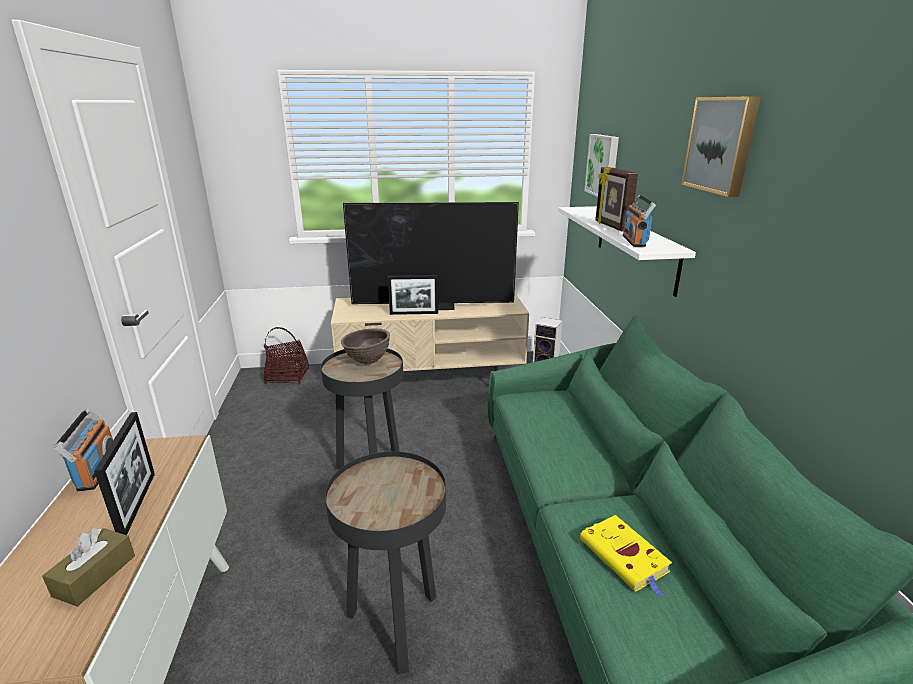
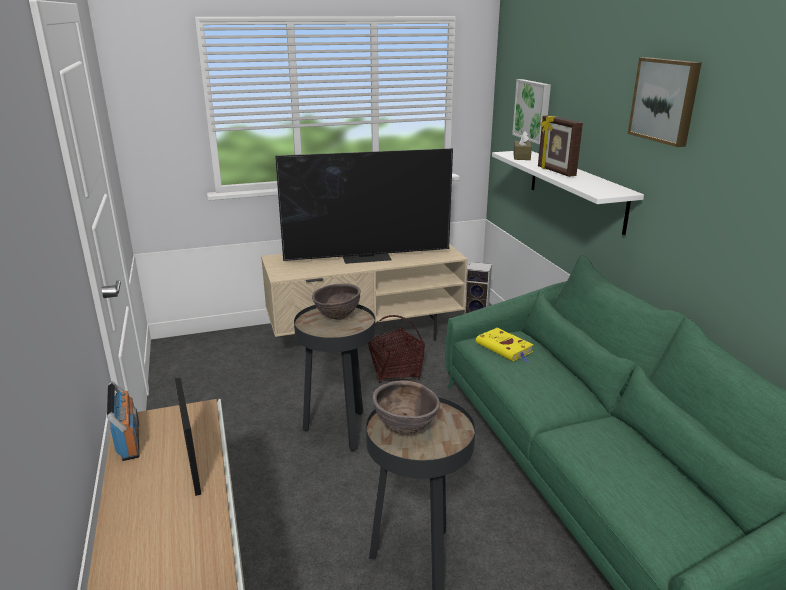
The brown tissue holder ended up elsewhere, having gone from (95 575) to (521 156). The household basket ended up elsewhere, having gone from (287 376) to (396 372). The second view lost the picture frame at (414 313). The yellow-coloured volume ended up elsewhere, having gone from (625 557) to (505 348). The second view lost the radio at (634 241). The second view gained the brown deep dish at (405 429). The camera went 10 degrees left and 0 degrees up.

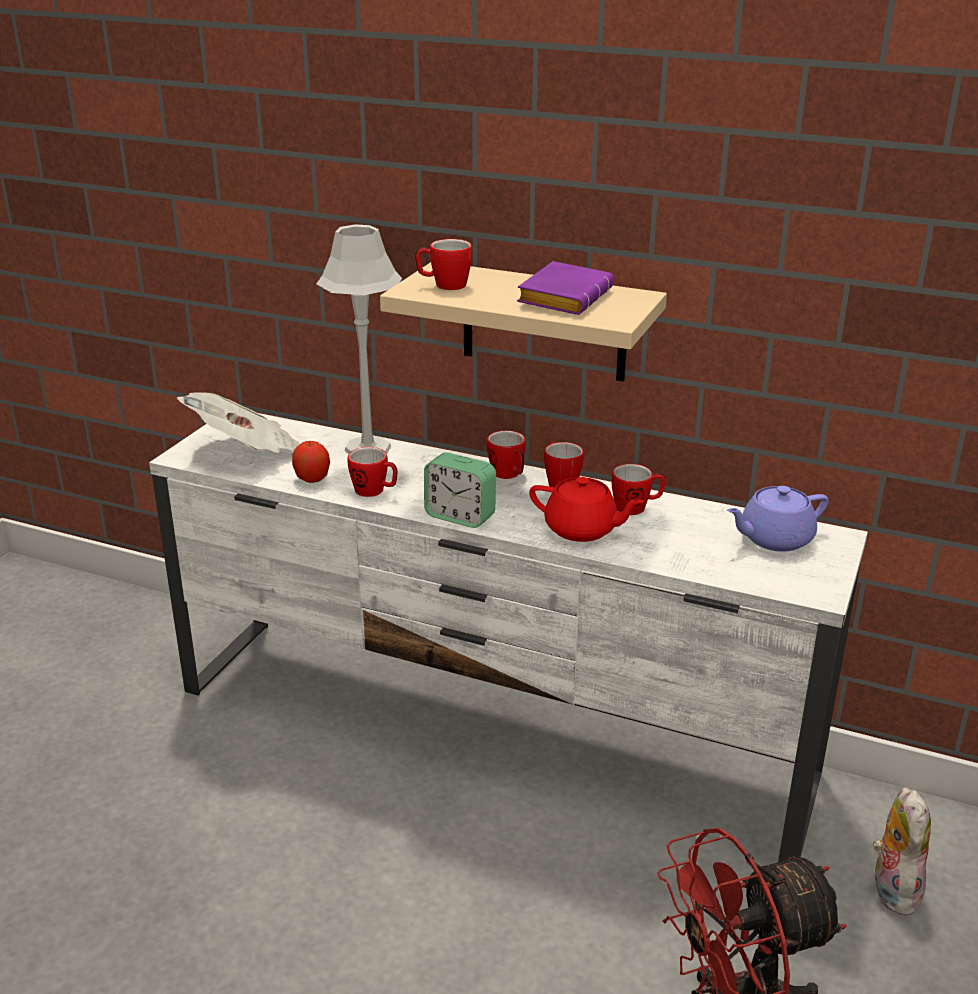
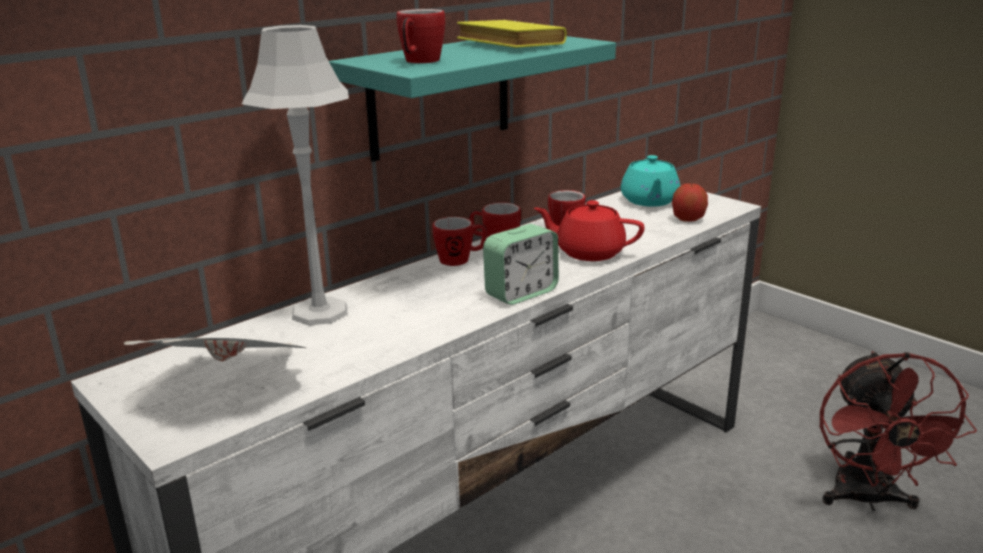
The whole apple ended up elsewhere, having gone from (312 479) to (688 219). The second view lost the mug at (375 491). What was the sand-coloured bracket shelf at (544 322) turned into the turquoise-coloured bracket shelf at (440 95). What was the purplish volume at (563 297) turned into the yellow-coloured volume at (506 44). The red tea pot at (582 530) ended up facing another way, 120 degrees counterclockwise from before. What was the purplish tea pot at (774 539) turned into the turquoise-coloured tea pot at (649 201). The second view lost the soft toy at (891 888). The camera went 65 degrees left and 5 degrees down.

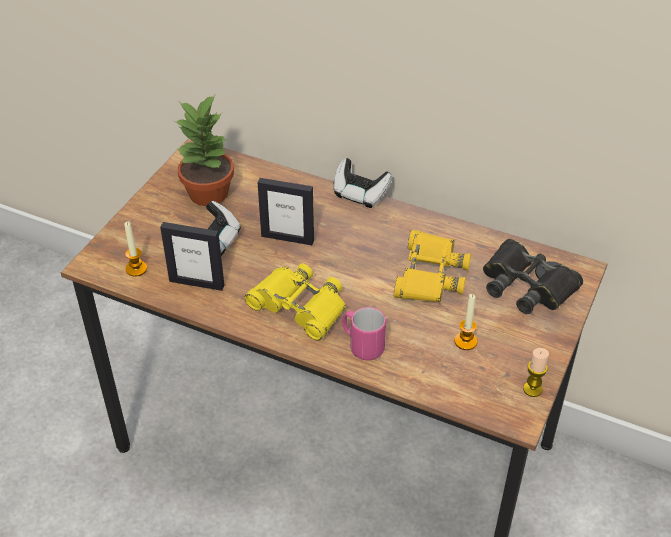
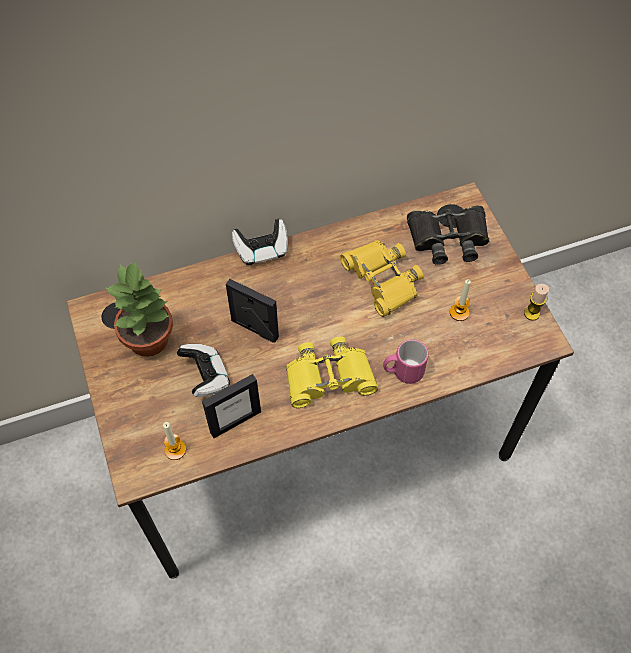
The picture frame at (287 238) ended up facing another way, 120 degrees counterclockwise from before. The camera went 45 degrees left and 15 degrees up.

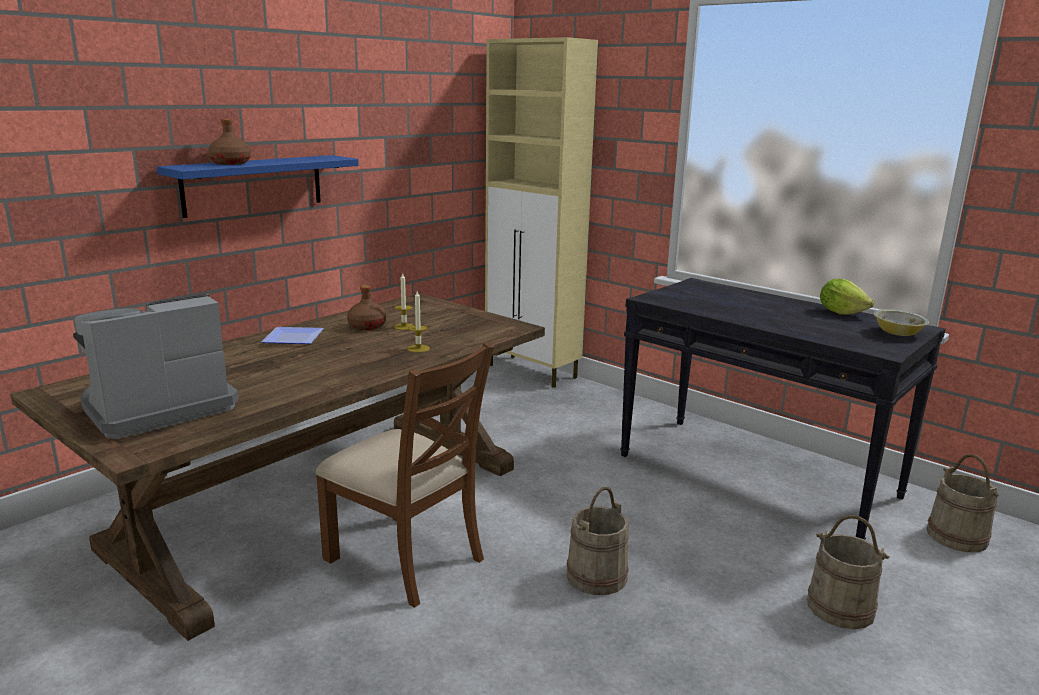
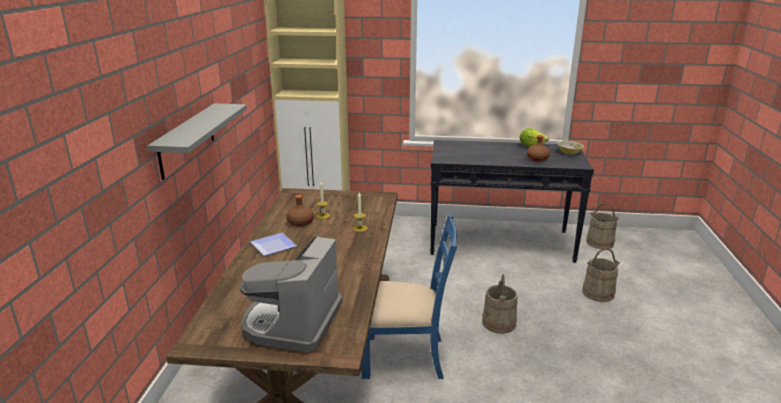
What was the blue-coloured bracket shelf at (253 185) turned into the gray bracket shelf at (187 140). The brown drink bottle ended up elsewhere, having gone from (231 163) to (538 158). What was the brown upright chair at (406 559) turned into the blue-coloured upright chair at (404 357). The camera went 35 degrees left and 5 degrees up.

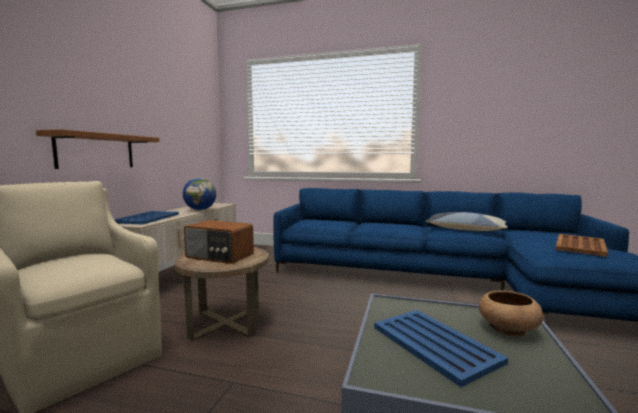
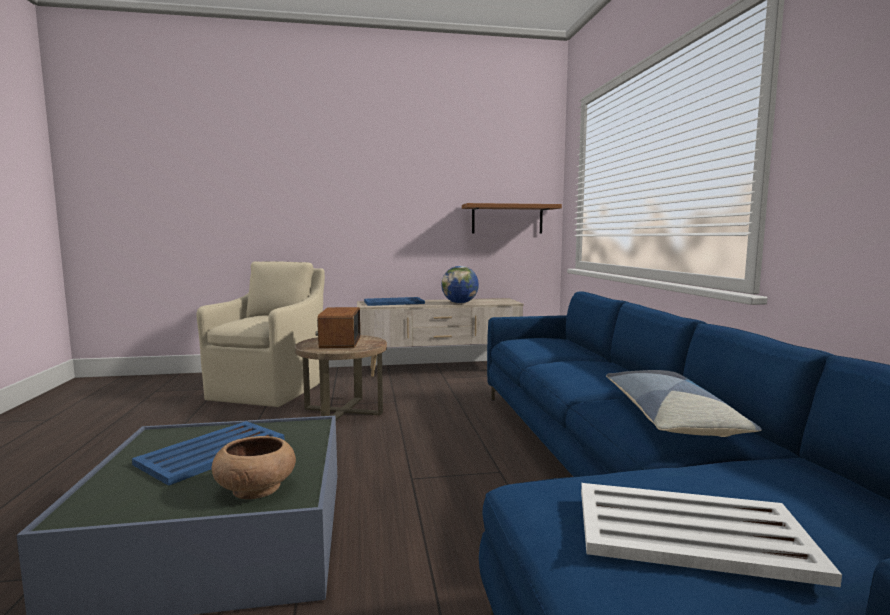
The brown bracket shelf ended up elsewhere, having gone from (96 151) to (507 219). What was the brown serving tray at (580 245) turned into the whitish serving tray at (687 531). The camera went 65 degrees right and 0 degrees up.

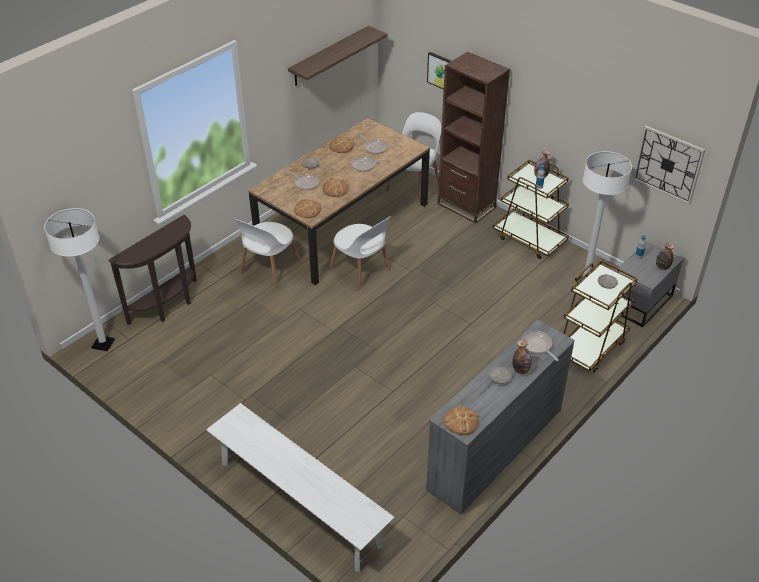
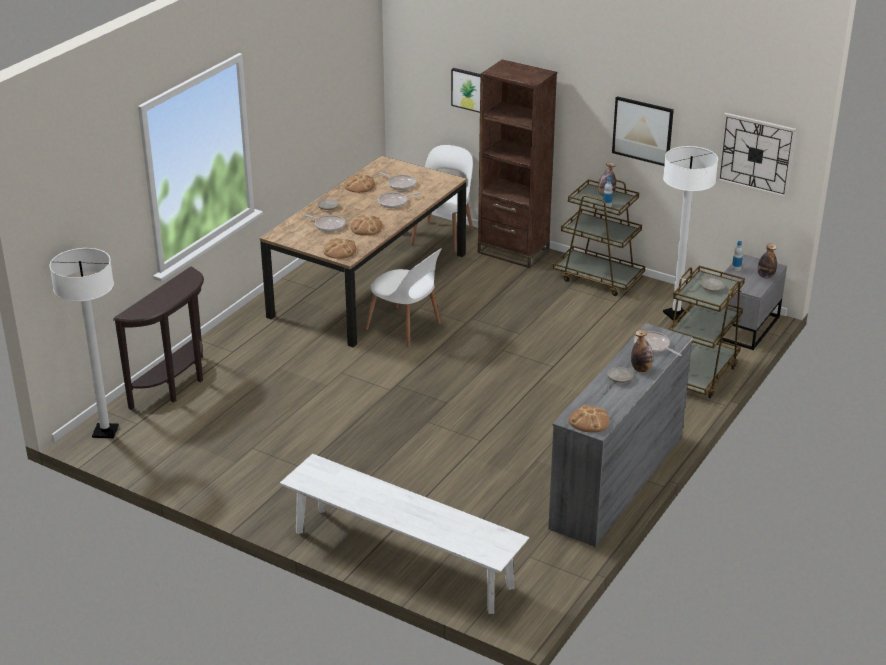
The second view lost the whitish upright chair at (269 269). The second view lost the bracket shelf at (329 56). The second view gained the wall art at (642 131). The camera went 10 degrees left and 10 degrees down.

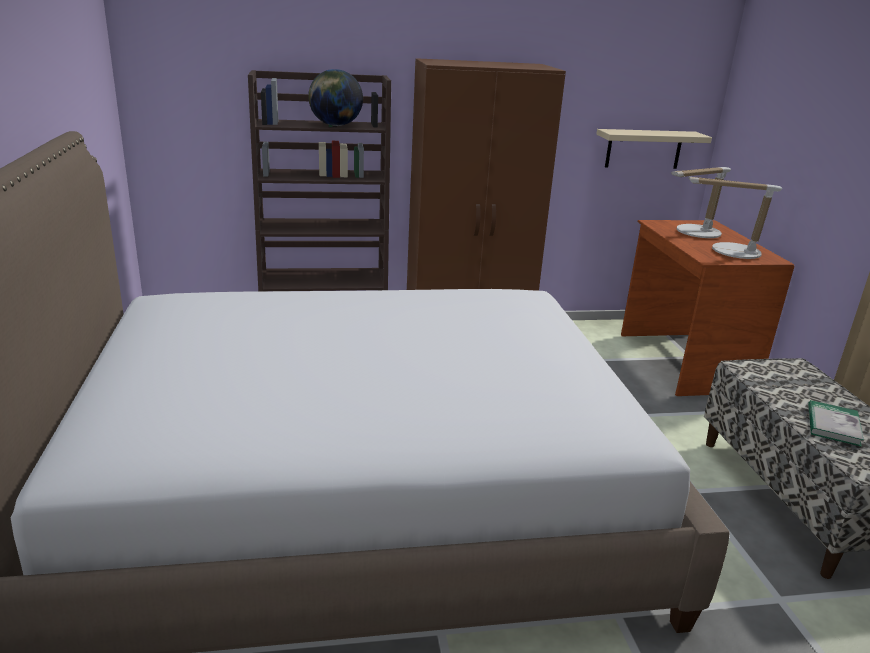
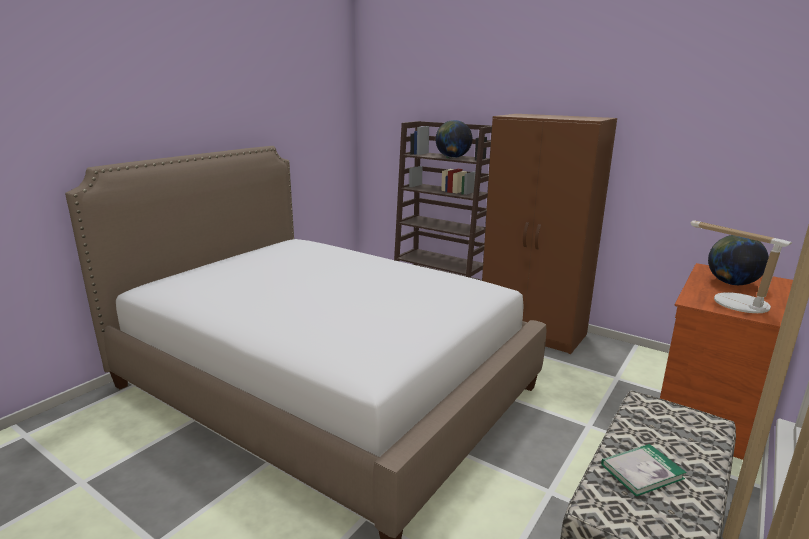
The second view lost the sand-coloured bracket shelf at (643 149). Where the tabletop lamp stood at (694 234), the globe came to stand at (731 283). The camera went 45 degrees right and 5 degrees down.

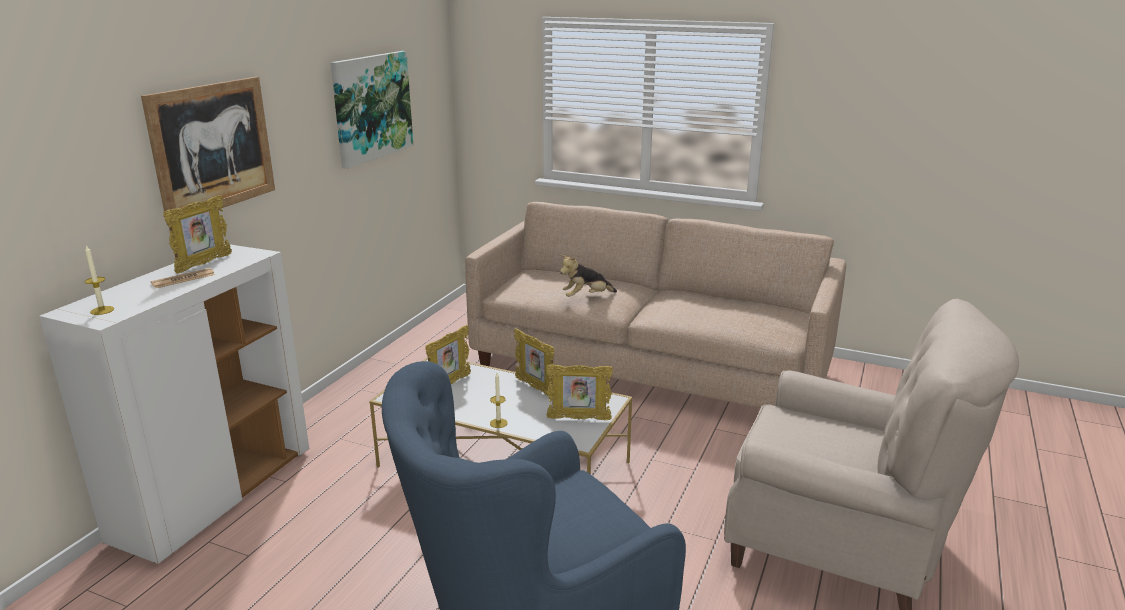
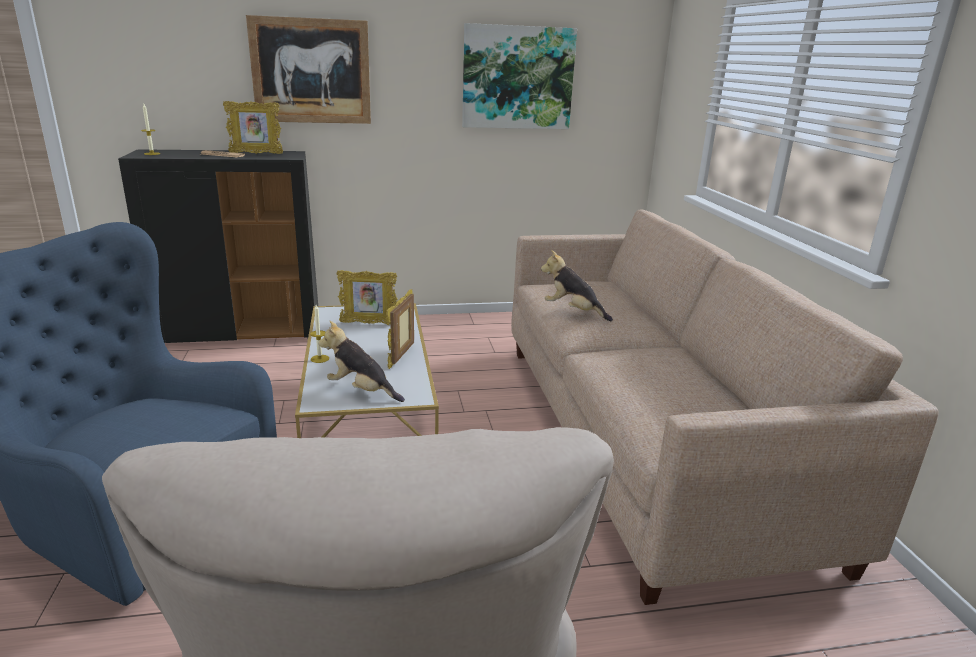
What was the whitish cabinet at (215 494) turned into the blackish cabinet at (241 332). Where the picture frame stood at (579 419), the soft toy came to stand at (361 391). The camera went 55 degrees right and 0 degrees up.

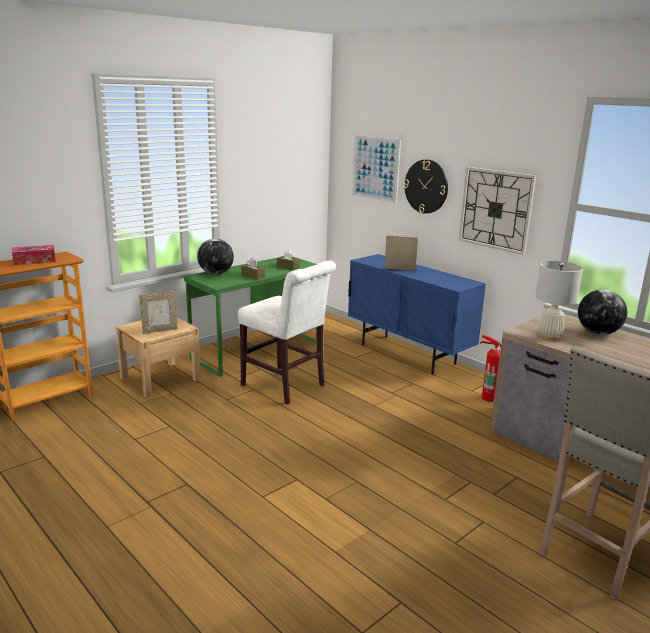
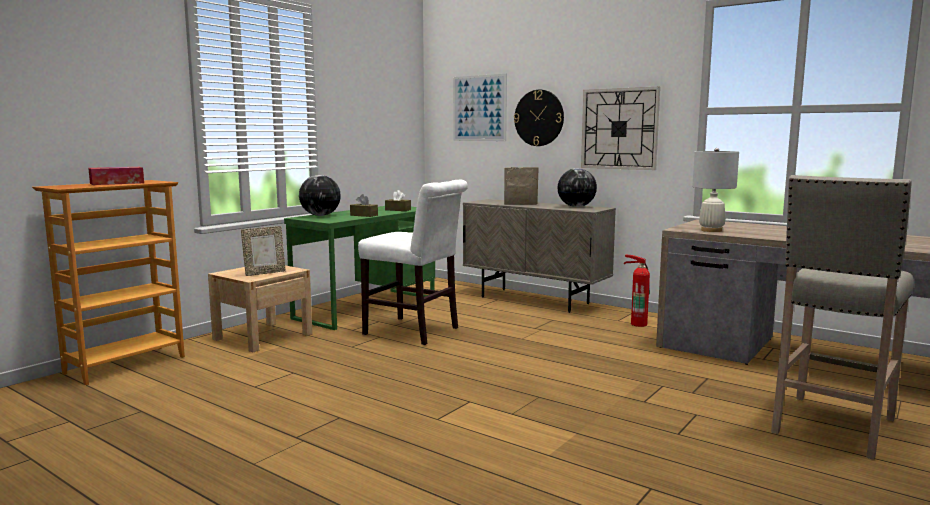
What was the blue-coloured cabinet at (408 354) turned into the sand-coloured cabinet at (534 300). The globe ended up elsewhere, having gone from (598 333) to (576 207). The camera went 10 degrees left and 10 degrees down.

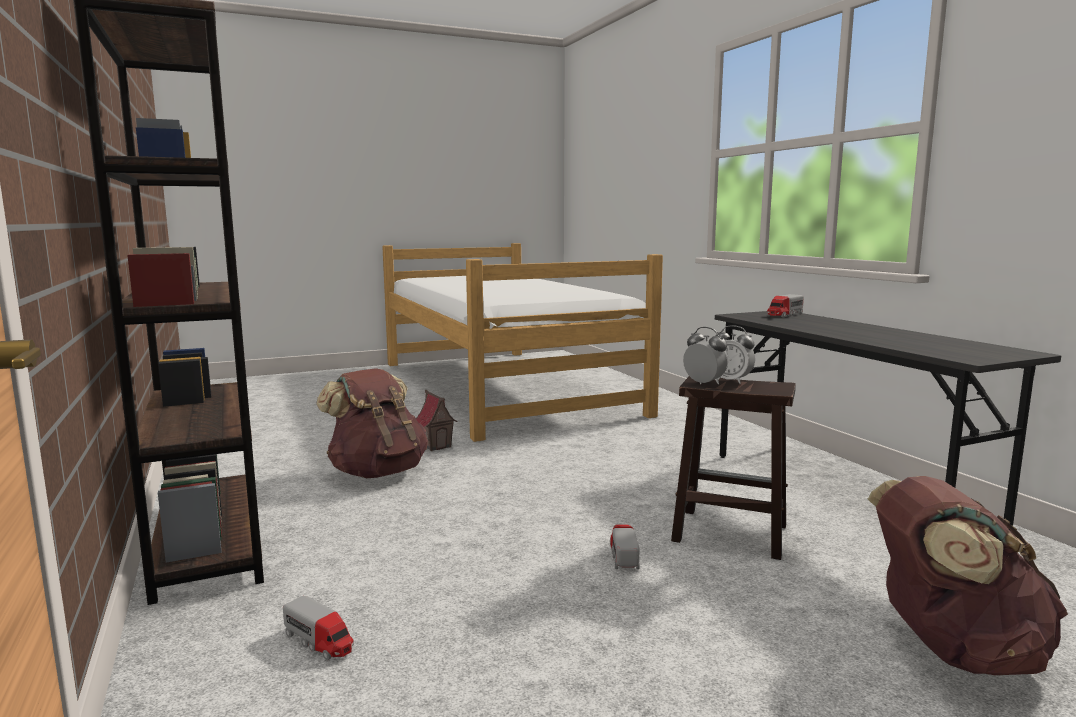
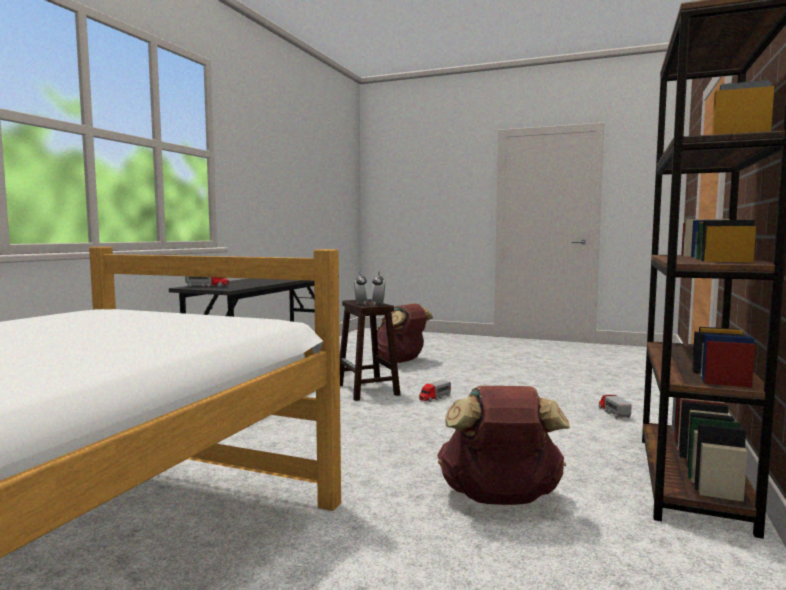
The second view lost the miniature house at (436 446). The camera went 135 degrees left and 5 degrees down.

